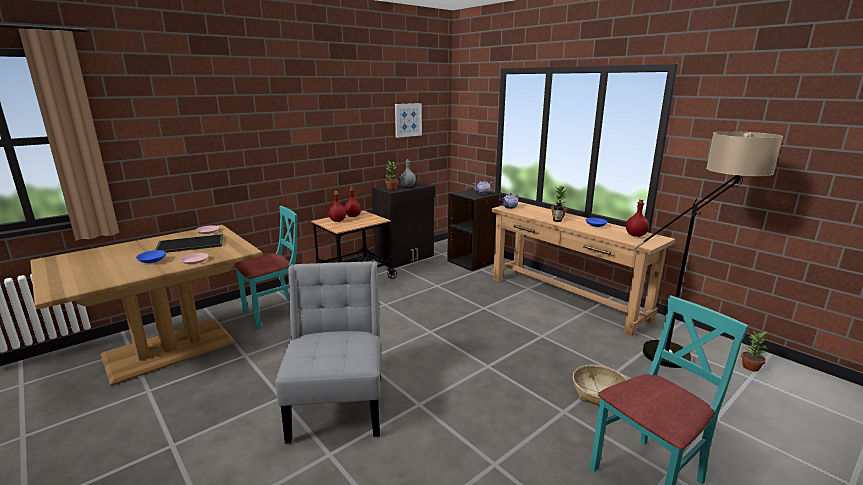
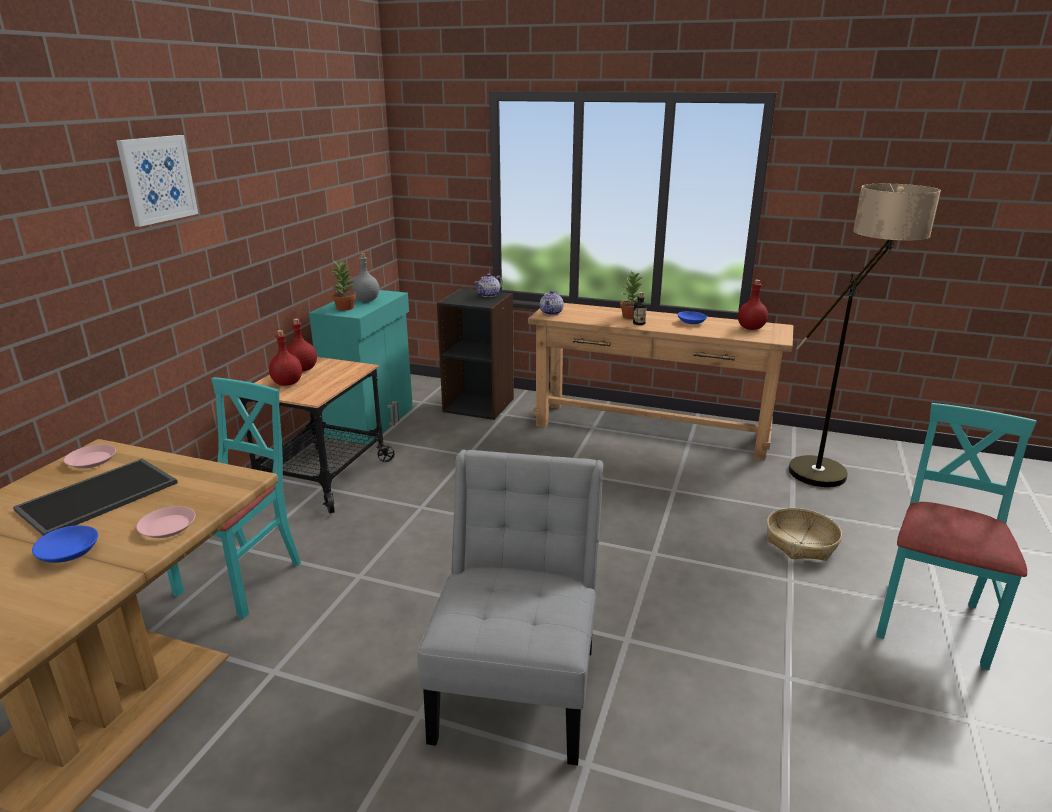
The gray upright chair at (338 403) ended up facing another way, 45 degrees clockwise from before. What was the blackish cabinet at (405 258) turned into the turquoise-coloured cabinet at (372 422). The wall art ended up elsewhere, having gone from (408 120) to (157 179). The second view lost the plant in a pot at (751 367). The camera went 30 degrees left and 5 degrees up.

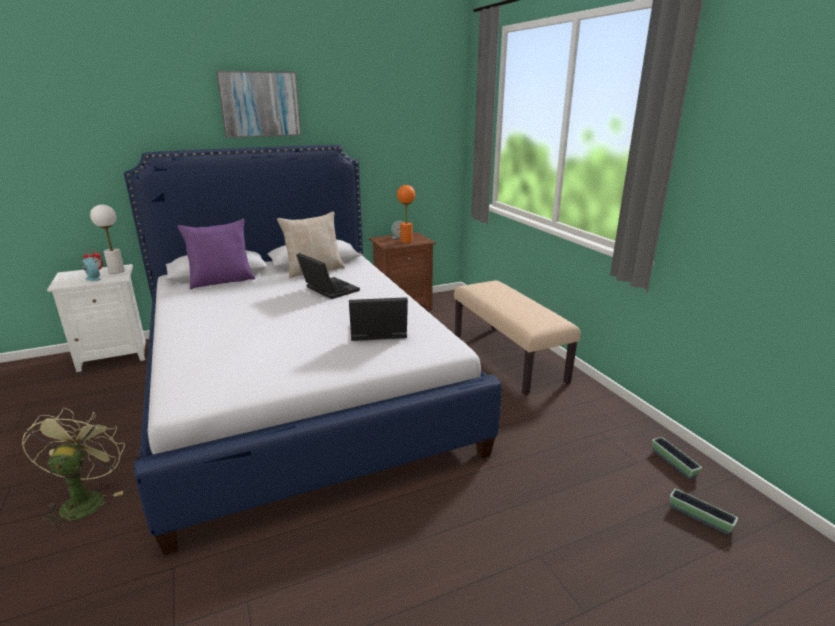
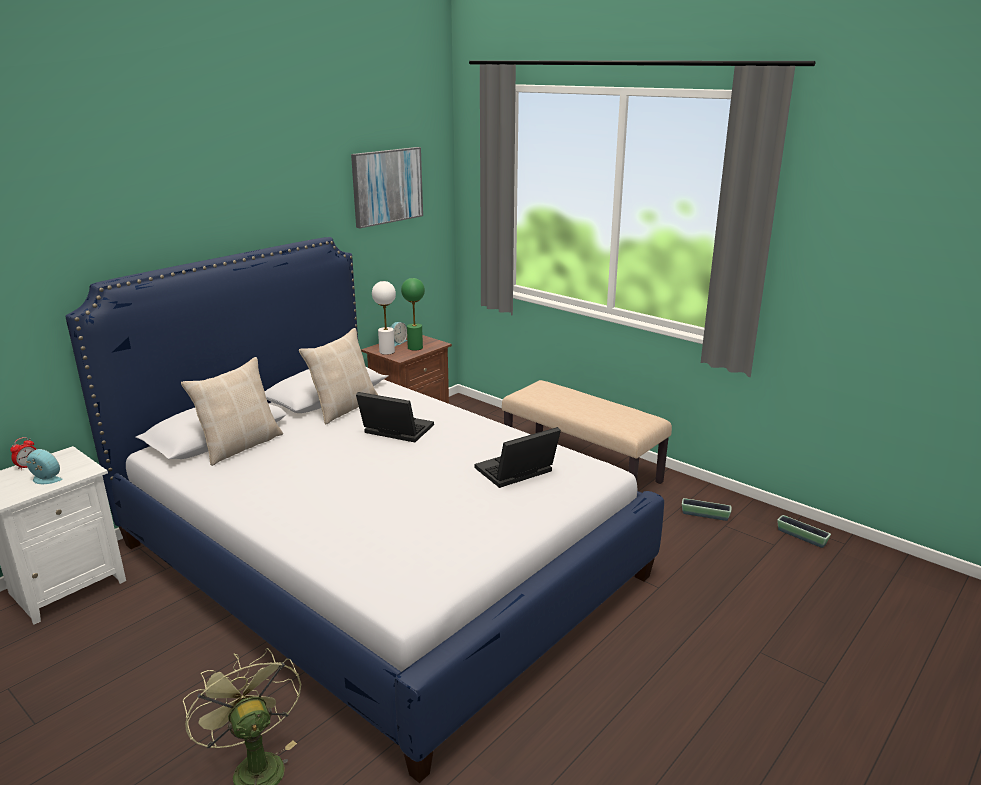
The whitish tabletop lamp ended up elsewhere, having gone from (116 271) to (387 351). What was the purplish pillow at (222 281) turned into the sand-coloured pillow at (240 446). The wall art ended up elsewhere, having gone from (260 104) to (387 186). What was the orange-coloured tabletop lamp at (406 241) turned into the green tabletop lamp at (415 347). The plant pot ended up elsewhere, having gone from (699 517) to (705 515). The camera went 25 degrees left and 0 degrees up.

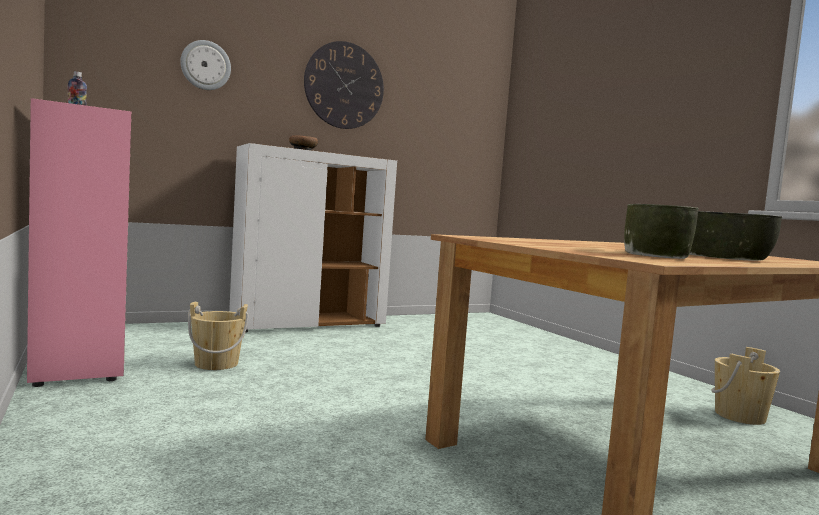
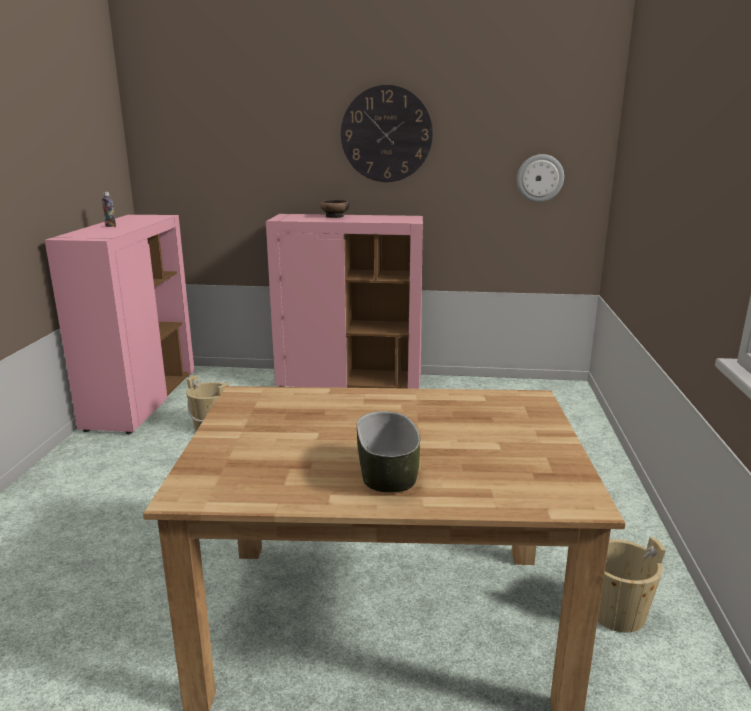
The wall clock ended up elsewhere, having gone from (205 65) to (540 178). What was the whitish cabinet at (309 324) turned into the pink cabinet at (350 382). The second view lost the deep dish at (657 255). The camera went 35 degrees right and 15 degrees up.

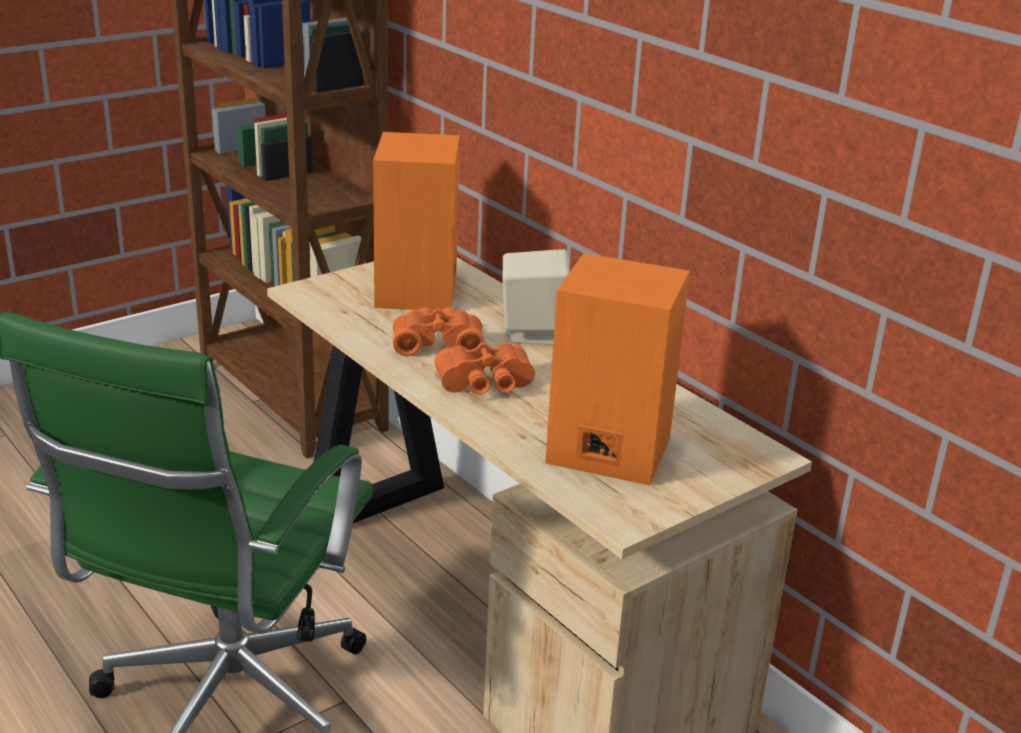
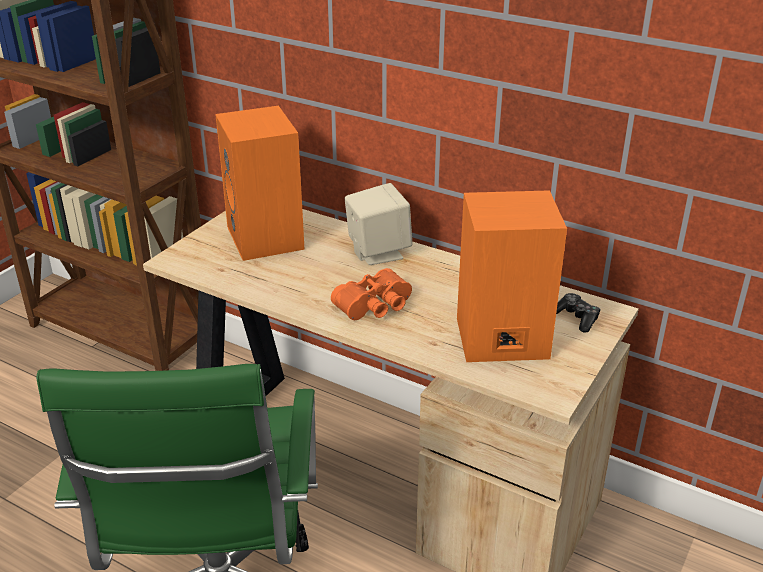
The second view lost the orange-coloured field glasses at (437 343). The second view gained the game controller at (576 318). The camera went 20 degrees left and 5 degrees up.

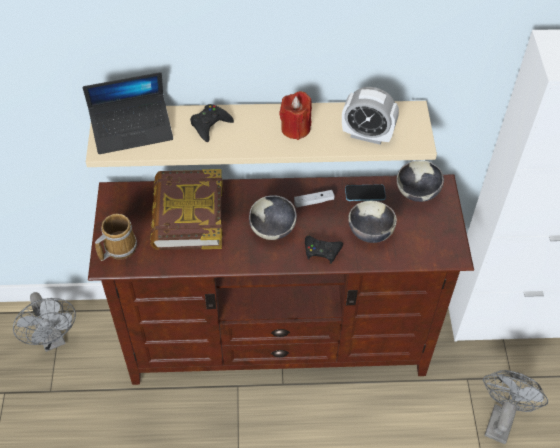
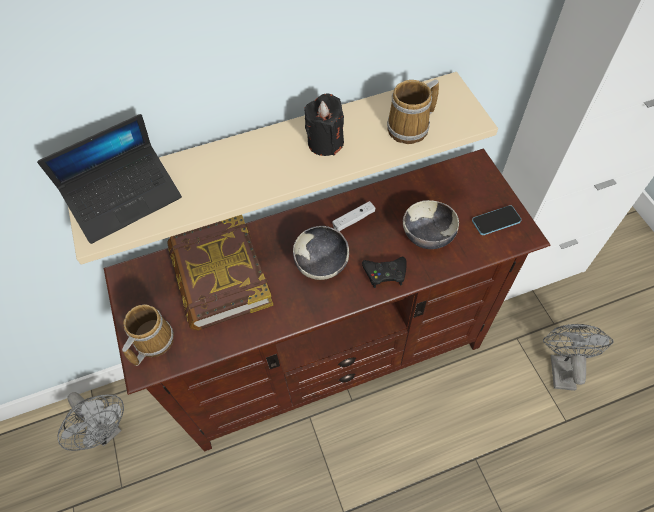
The second view lost the blackish game controller at (210 125). What was the red candle at (295 128) turned into the blackish candle at (325 142). Where the table clock stood at (367 135), the mug came to stand at (411 128). The telephone ended up elsewhere, having gone from (365 193) to (496 221). The second view lost the deep dish at (417 193). The camera went 15 degrees left and 5 degrees up.

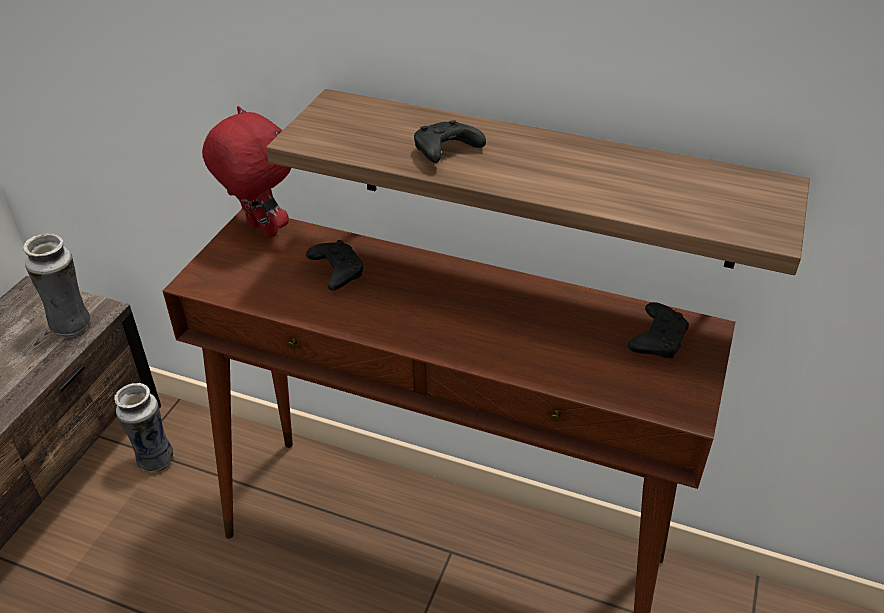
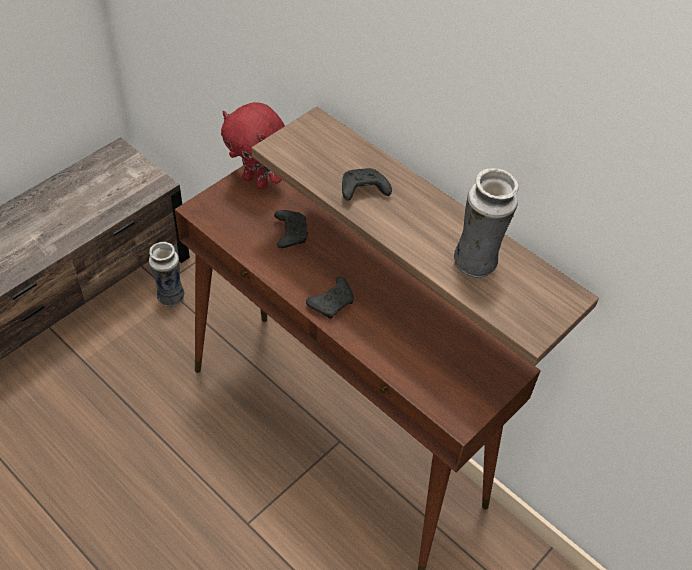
The vase ended up elsewhere, having gone from (72 326) to (476 264). The red soft toy at (260 230) ended up facing another way, 150 degrees clockwise from before. The blackish game controller ended up elsewhere, having gone from (657 339) to (332 303). The camera went 20 degrees right and 10 degrees up.

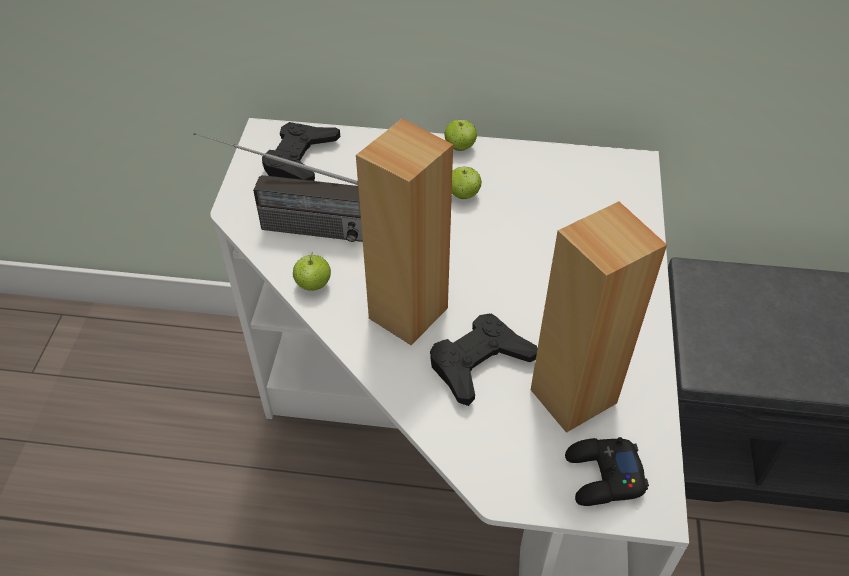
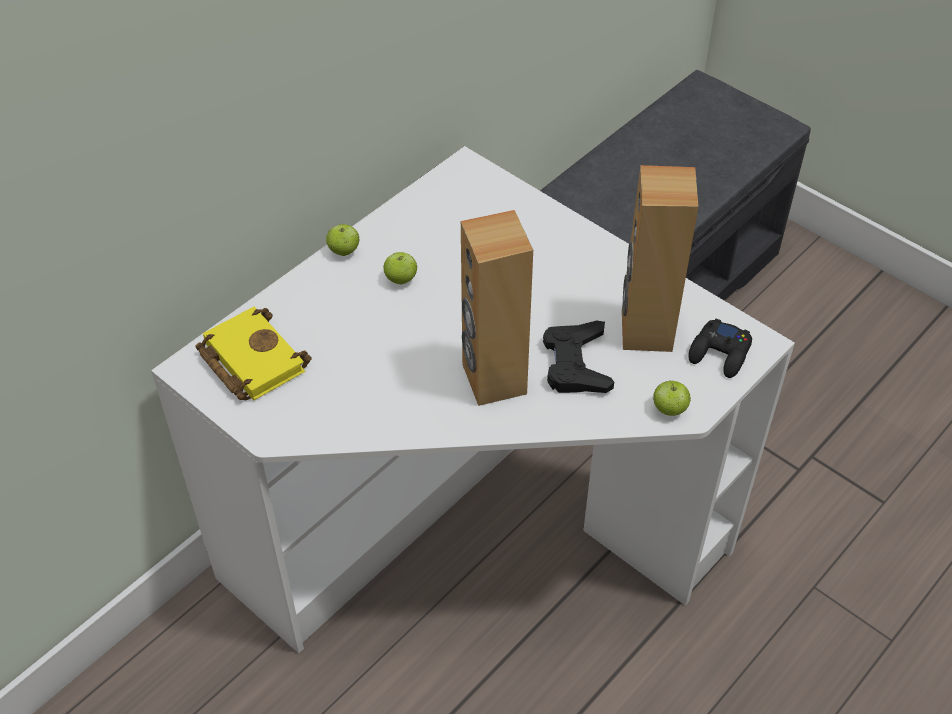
The second view lost the radio at (287 225). Where the blackish game controller stood at (300 158), the yellow-coloured volume came to stand at (249 360). The whole apple ended up elsewhere, having gone from (313 285) to (669 409). The camera went 55 degrees left and 0 degrees up.

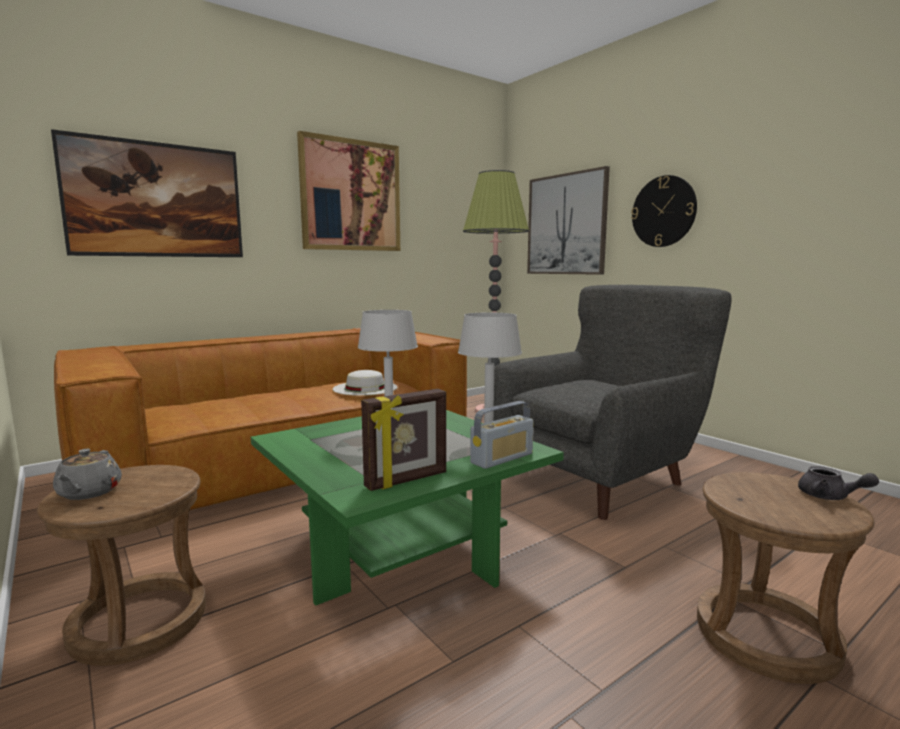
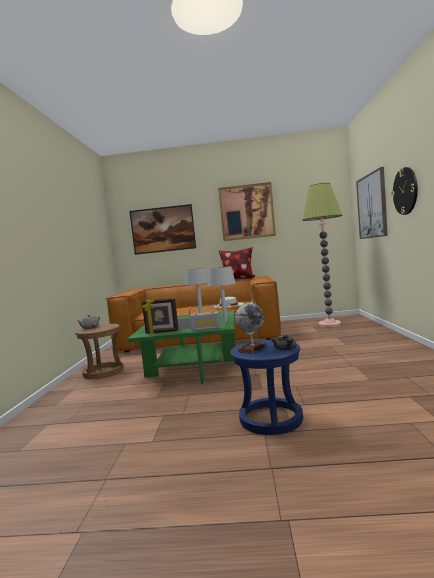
The second view lost the gray armchair at (599 476). What was the brown stool seat at (766 635) turned into the blue-coloured stool seat at (271 418). The second view gained the pillow at (237 279). The second view gained the globe at (252 349). The camera went 40 degrees right and 5 degrees down.

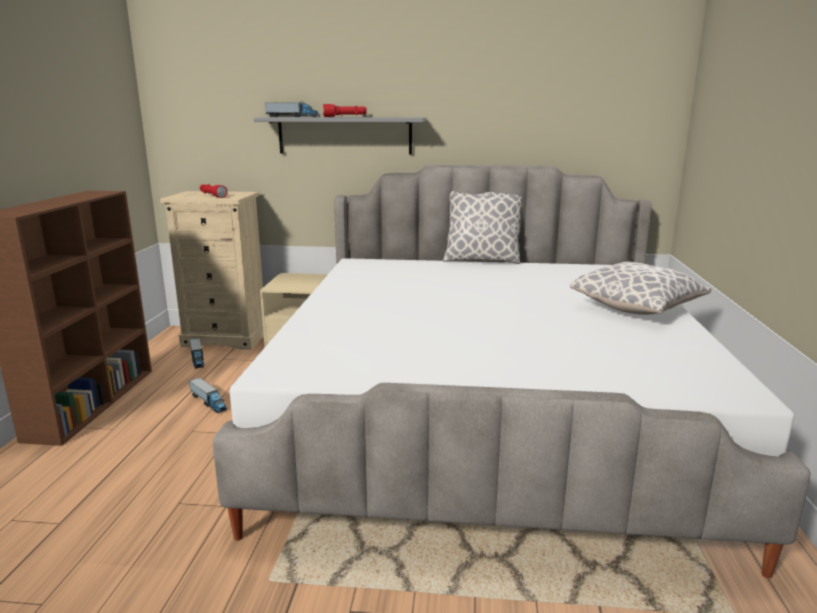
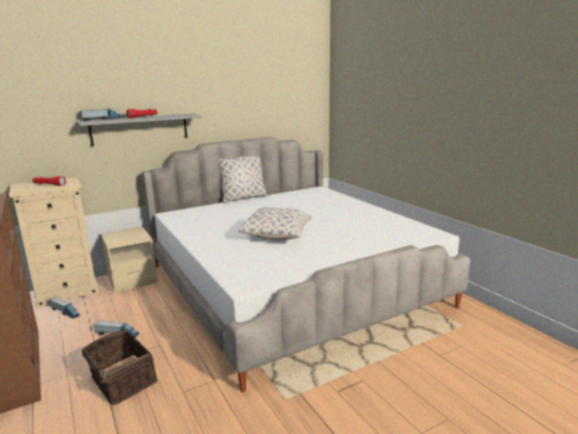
The pillow ended up elsewhere, having gone from (637 308) to (277 235). The second view gained the household basket at (121 381). The camera went 35 degrees left and 0 degrees up.

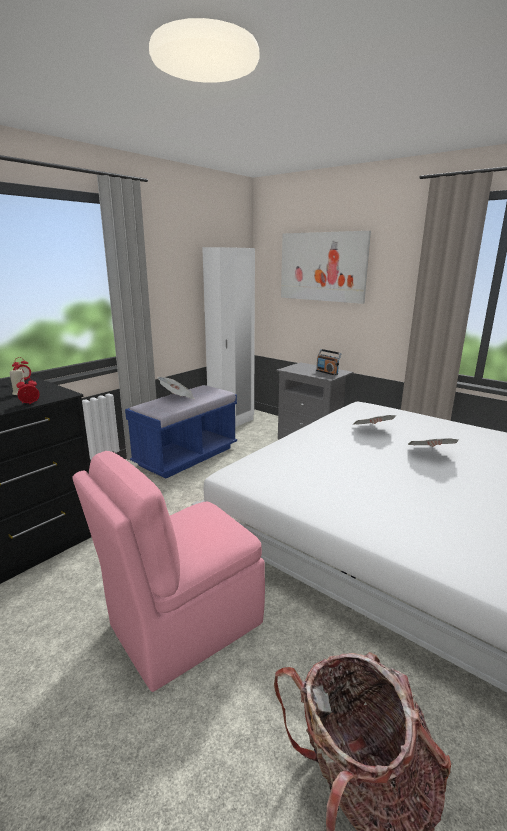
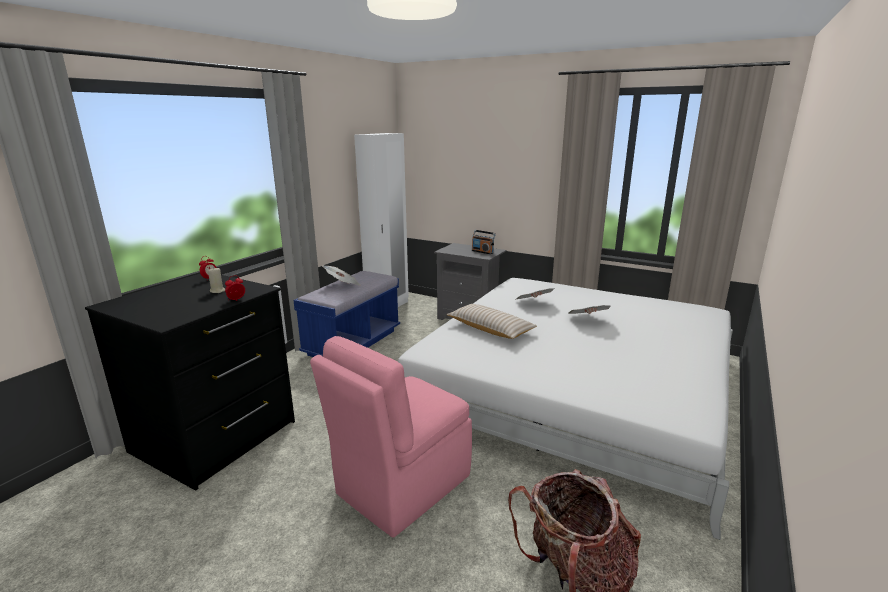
The second view lost the wall art at (323 267). The second view gained the sand-coloured pillow at (490 329). The camera went 10 degrees left and 0 degrees up.

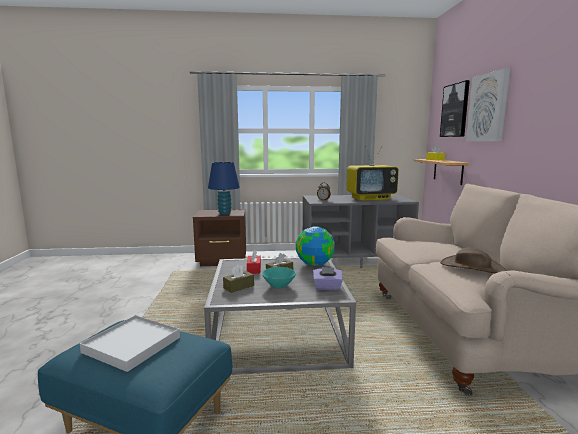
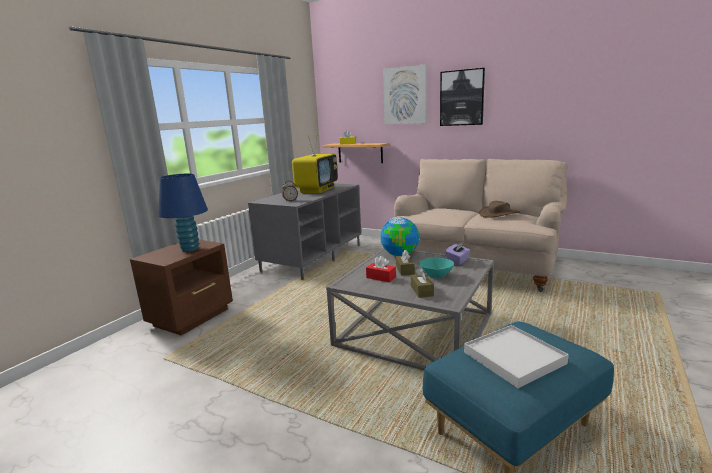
The wall art ended up elsewhere, having gone from (455 110) to (462 98). The camera went 55 degrees left and 5 degrees up.

